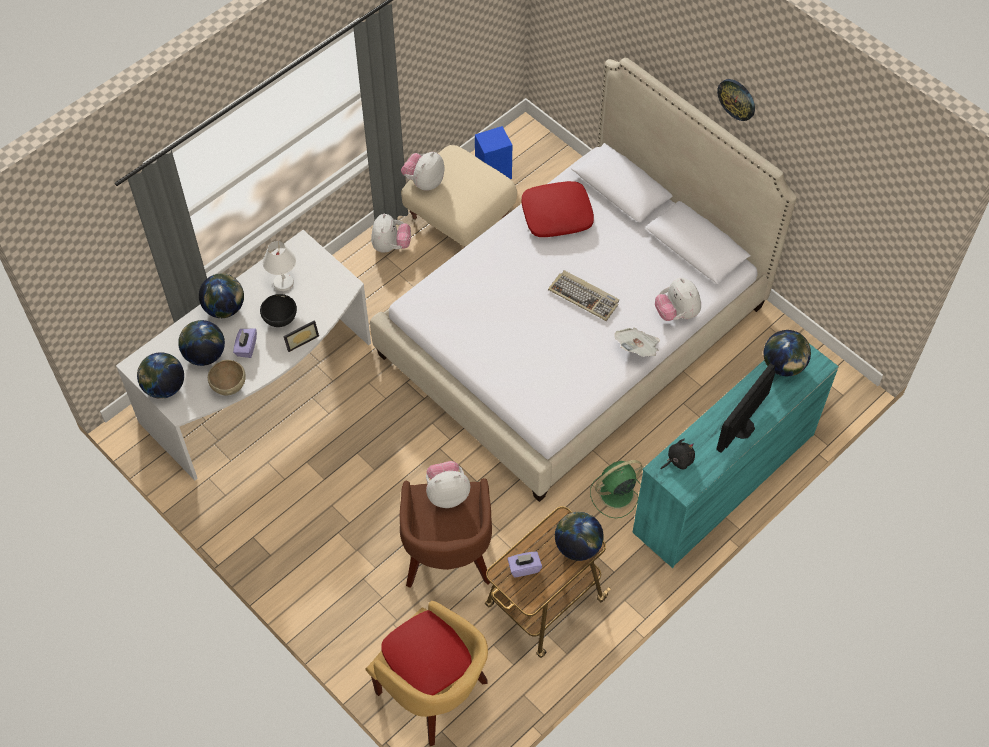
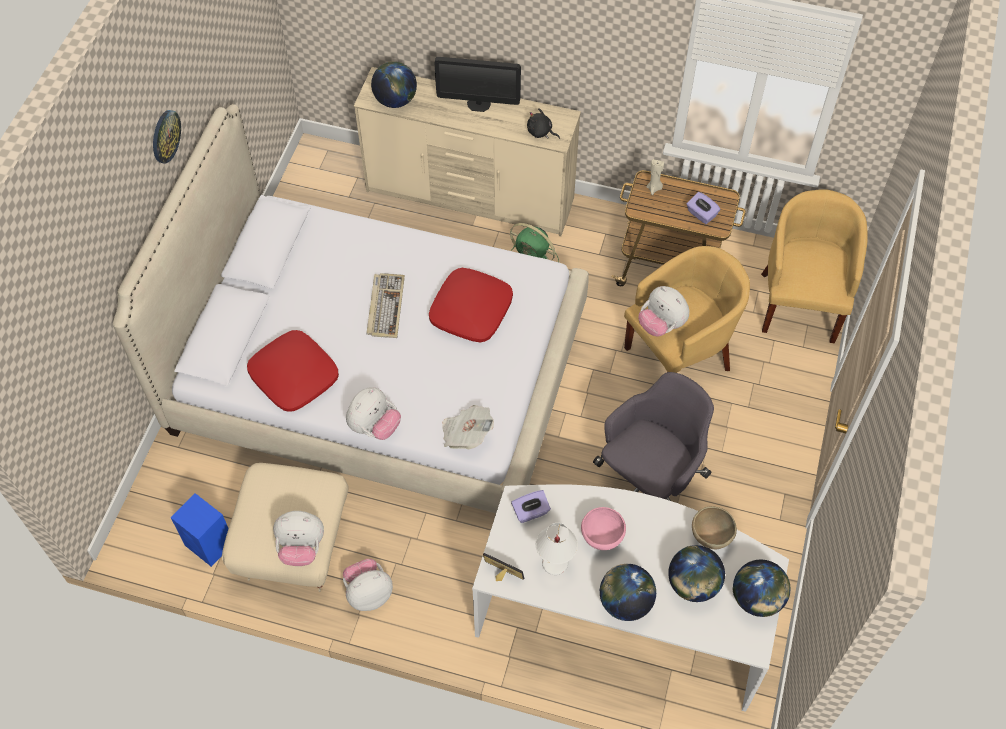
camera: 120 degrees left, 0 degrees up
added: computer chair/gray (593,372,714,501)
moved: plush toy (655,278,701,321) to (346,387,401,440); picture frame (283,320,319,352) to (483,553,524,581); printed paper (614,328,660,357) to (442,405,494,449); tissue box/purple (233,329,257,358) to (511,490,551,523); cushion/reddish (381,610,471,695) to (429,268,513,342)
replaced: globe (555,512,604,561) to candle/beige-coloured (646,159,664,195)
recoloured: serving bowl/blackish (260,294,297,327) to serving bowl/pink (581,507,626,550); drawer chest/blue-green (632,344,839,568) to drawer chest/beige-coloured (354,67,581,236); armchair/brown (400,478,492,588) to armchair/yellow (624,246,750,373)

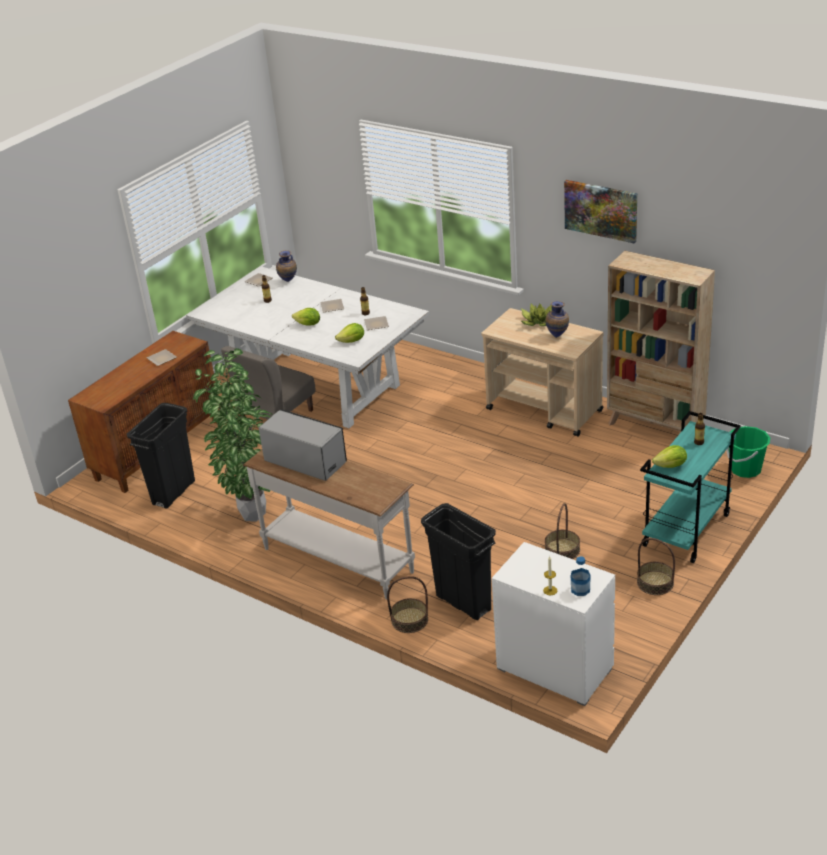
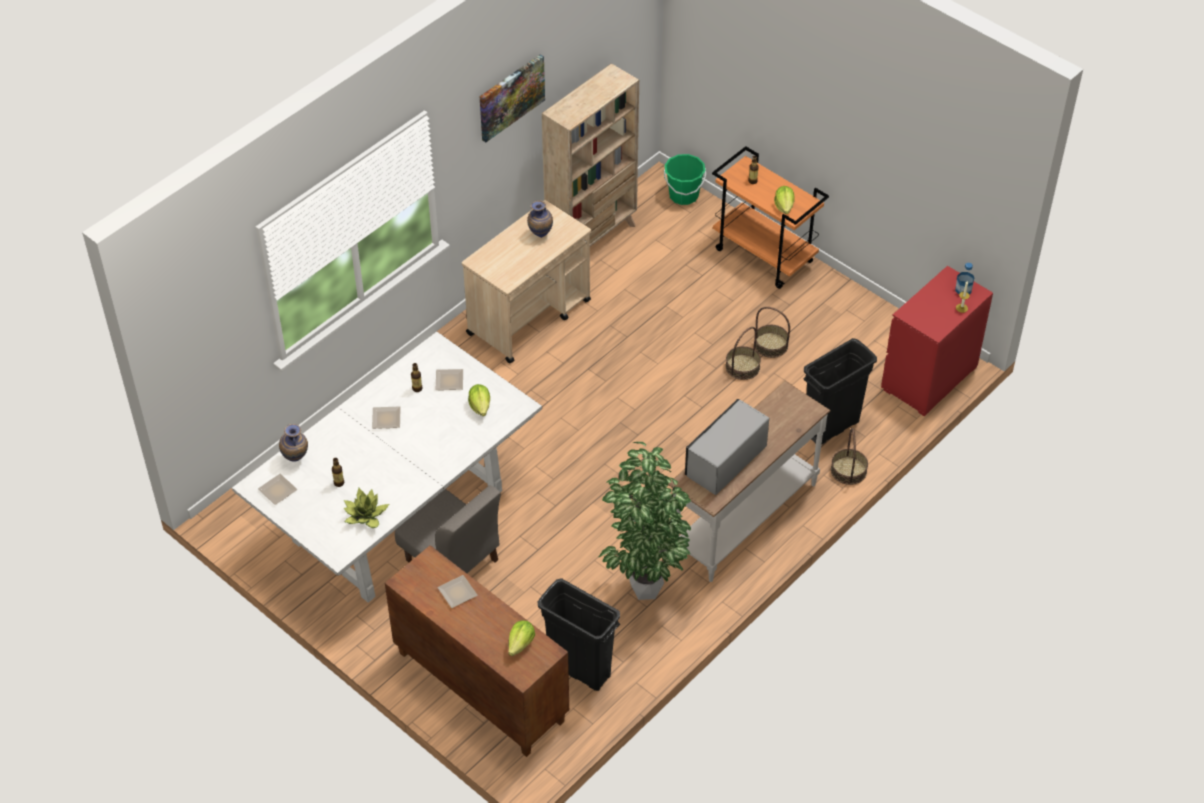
camera: 85 degrees left, 15 degrees up
moved: potted plant (521,304,552,326) to (344,488,389,528); head of lettuce (292,308,320,325) to (508,620,535,656); storage basket (637,538,675,595) to (726,327,761,380)
recoloured: wheeled cart/blue-green (640,411,741,563) to wheeled cart/orangey (712,146,829,289); drawer chest/whitish (492,542,615,706) to drawer chest/reddish (881,266,993,417)

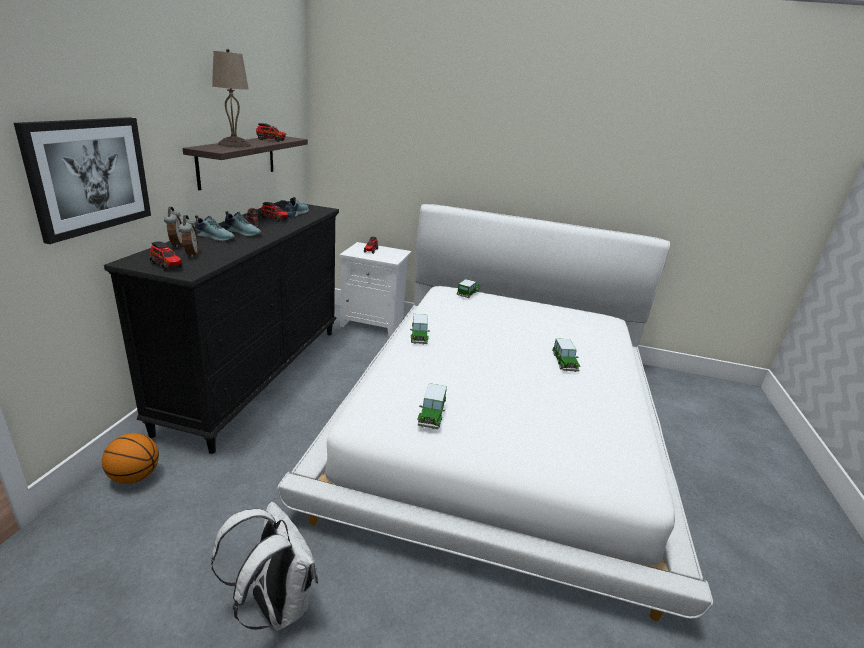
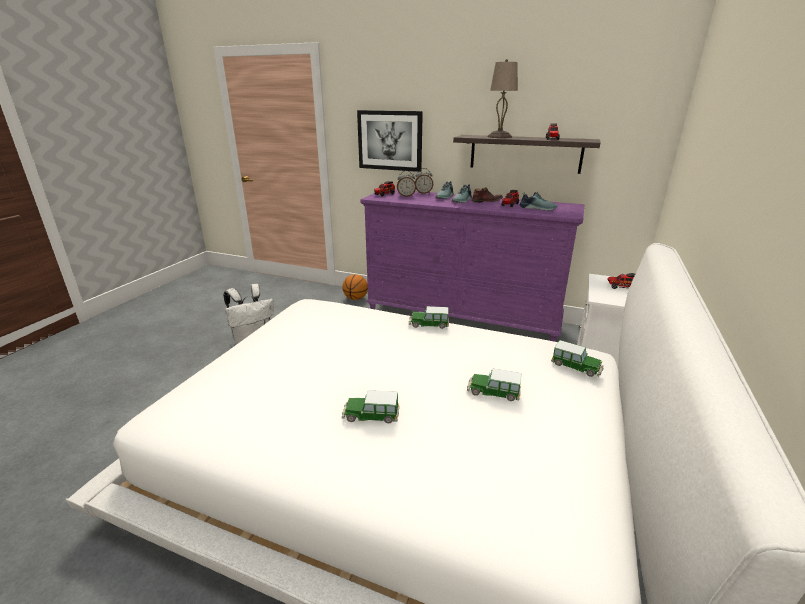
camera: 100 degrees right, 0 degrees up
moved: miniature car (418,383,447,430) to (467,369,522,401)
recoloured: drawer chest/blackish (104,200,339,454) to drawer chest/purple (360,189,584,342)

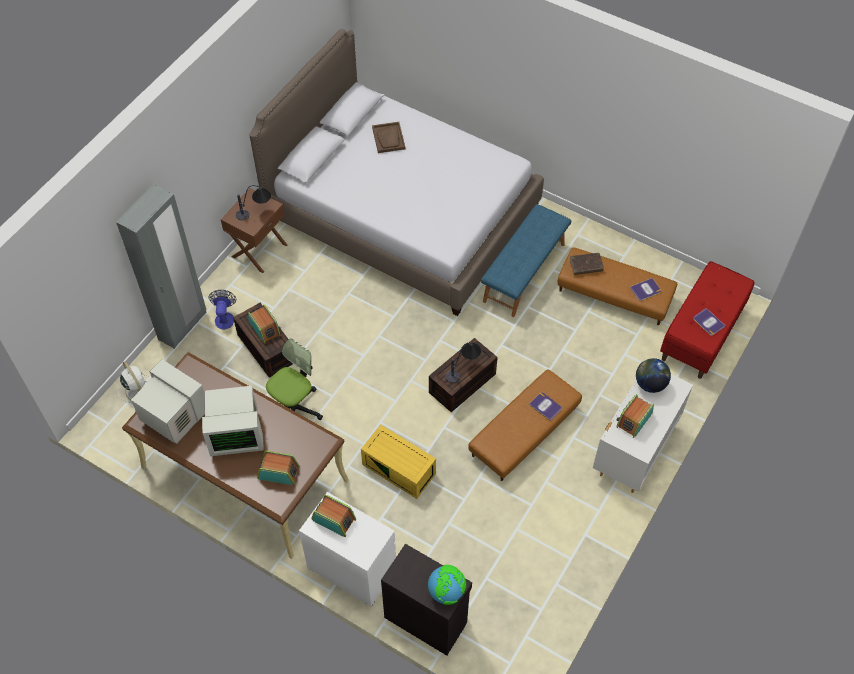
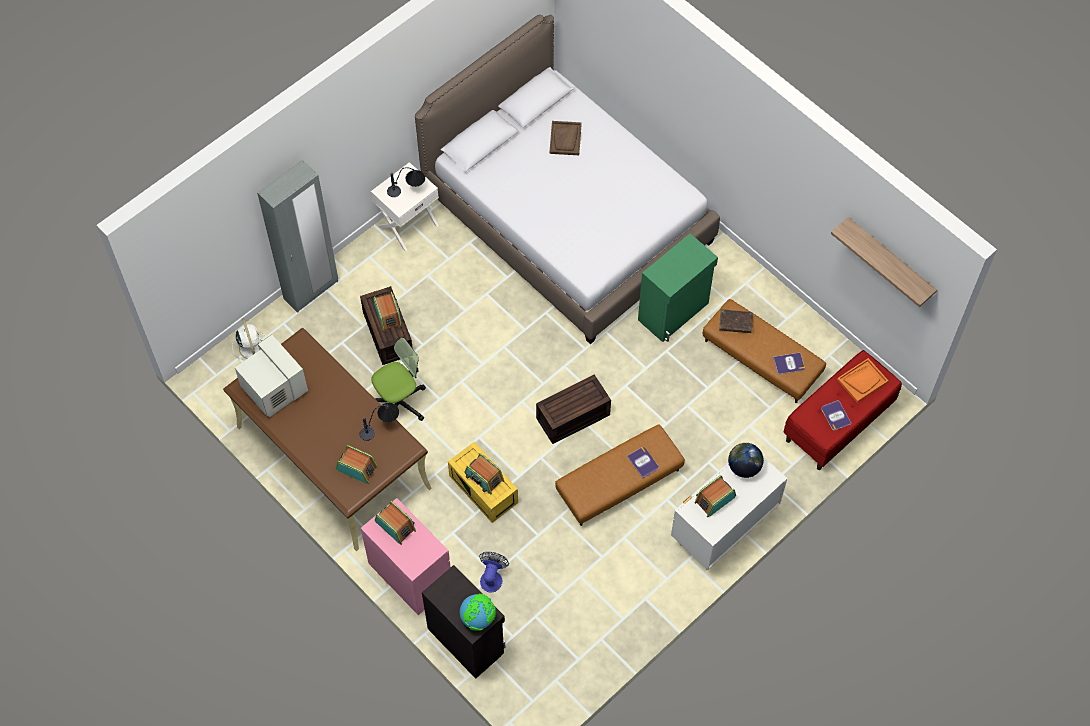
camera: 15 degrees right, 5 degrees up
removed: computer screen (202,386,264,456)
added: wall shelf (831,217,937,307); tray/orangey (837,358,889,403); radio (464,453,504,494)
moved: electric fan (209,290,236,329) to (479,552,509,592); tabletop lamp (445,342,481,383) to (359,403,399,441)
replaced: indoor bench/bluish (481,204,571,317) to cupboard/greenish (638,234,718,342)
recoloured: bedside table/brown (221,188,287,273) to bedside table/whitish (371,162,439,251); drawer chest/whitish (299,492,396,607) to drawer chest/pink (361,498,451,615)

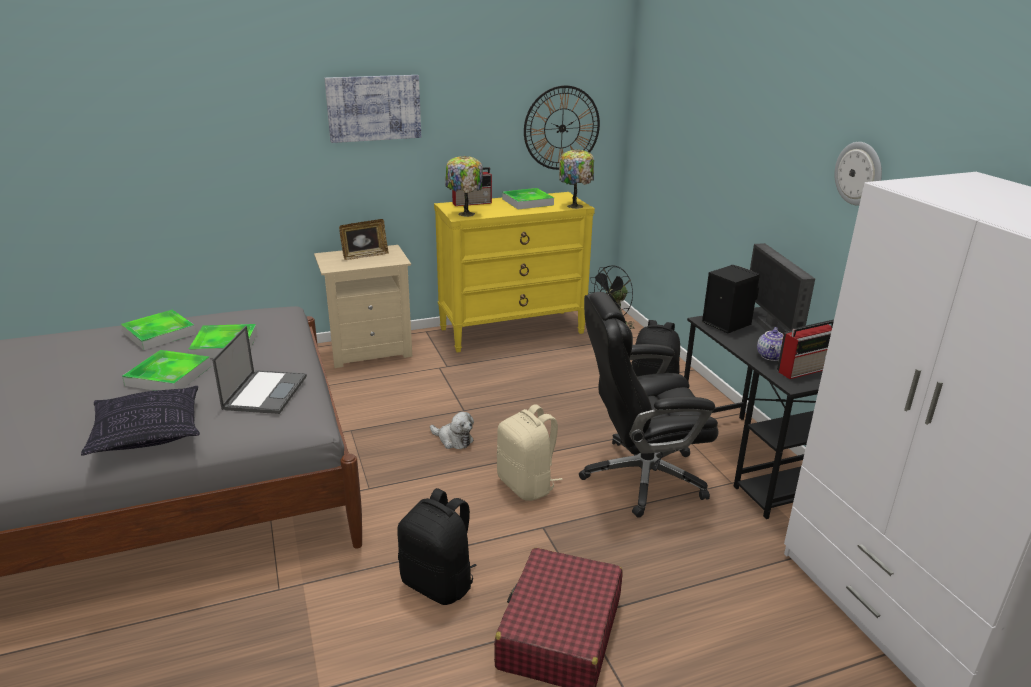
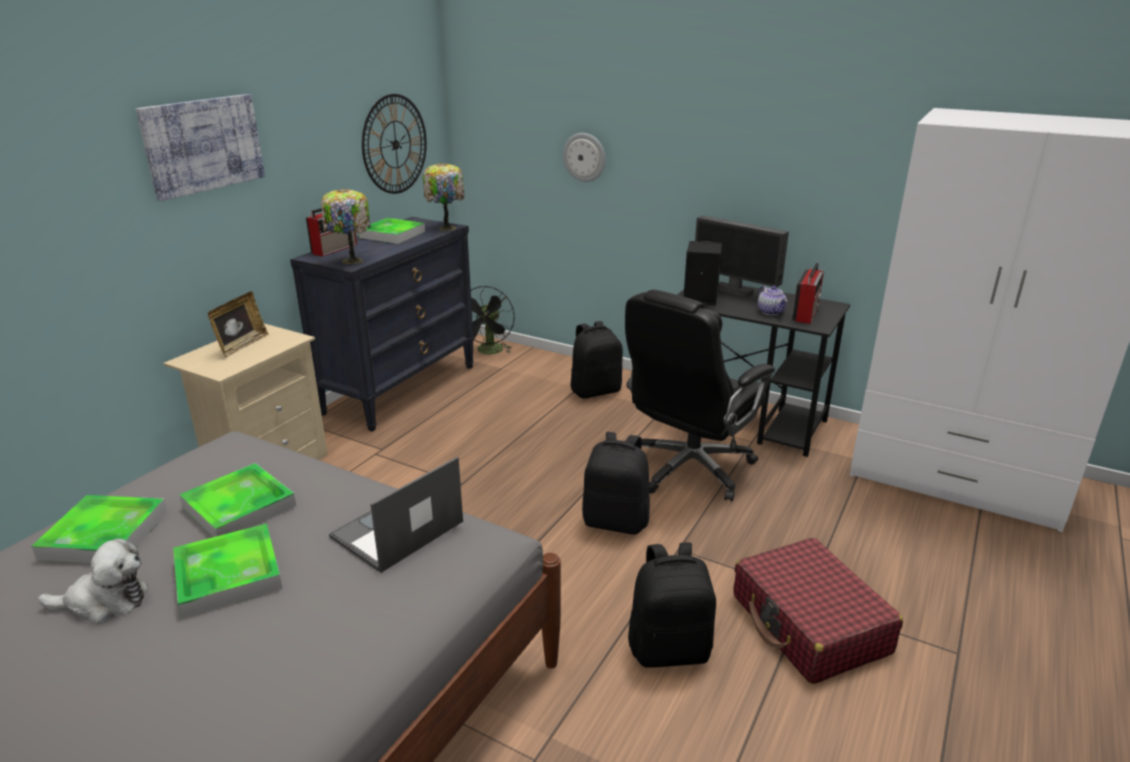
camera: 40 degrees left, 0 degrees up
removed: cushion (81,386,200,456)
moved: wall clock (834,142,882,205) to (563,133,606,182); plush toy (430,412,474,449) to (38,539,148,624)
recoloured: drawer chest/yellow (434,192,595,352) to drawer chest/blackish (290,217,475,432); backpack/beige-coloured (497,404,563,501) to backpack/blackish (582,432,650,535)
turned: laptop (212,326,307,414) = (329,457,463,573) 105 degrees counterclockwise

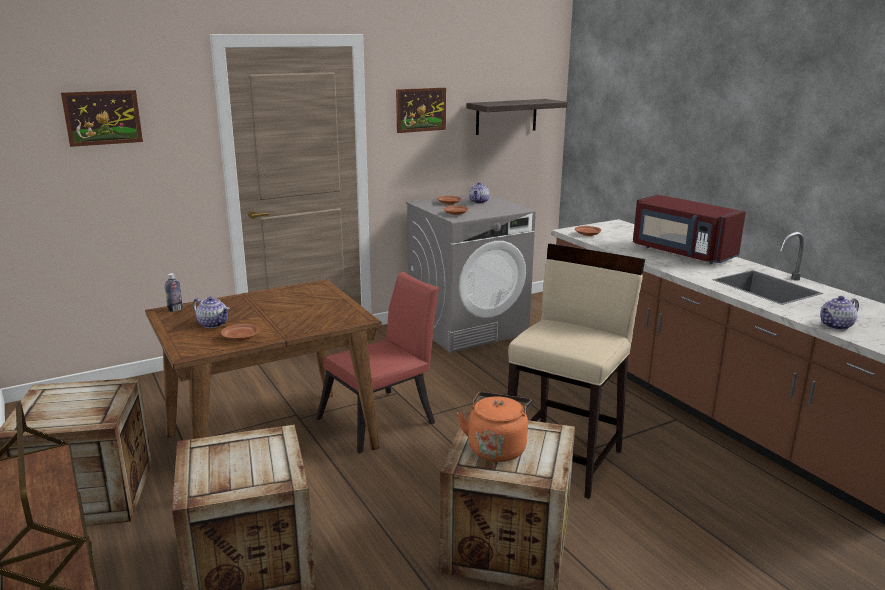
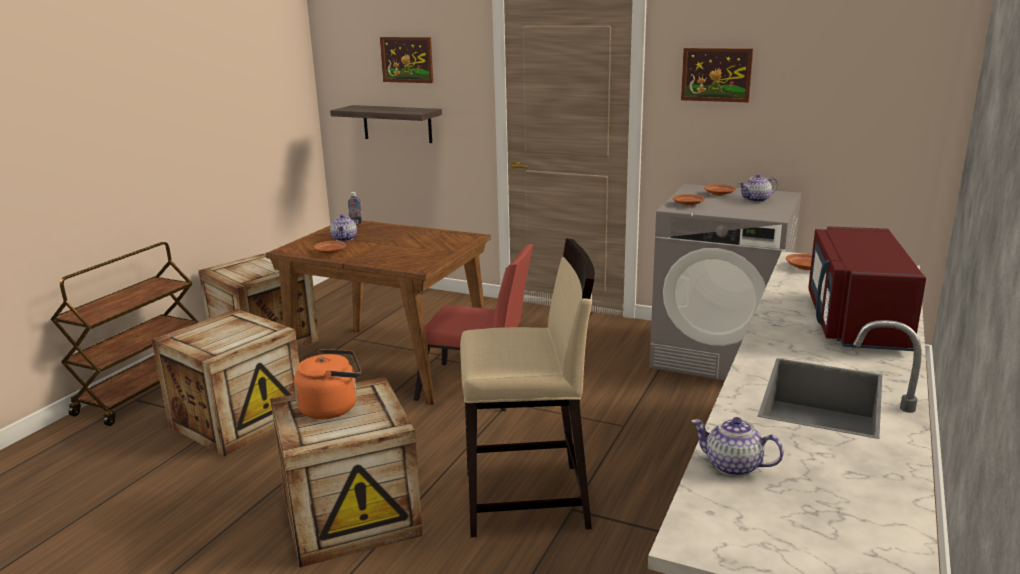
camera: 55 degrees right, 0 degrees up
moved: wall shelf (466,99,567,135) to (330,105,442,143)

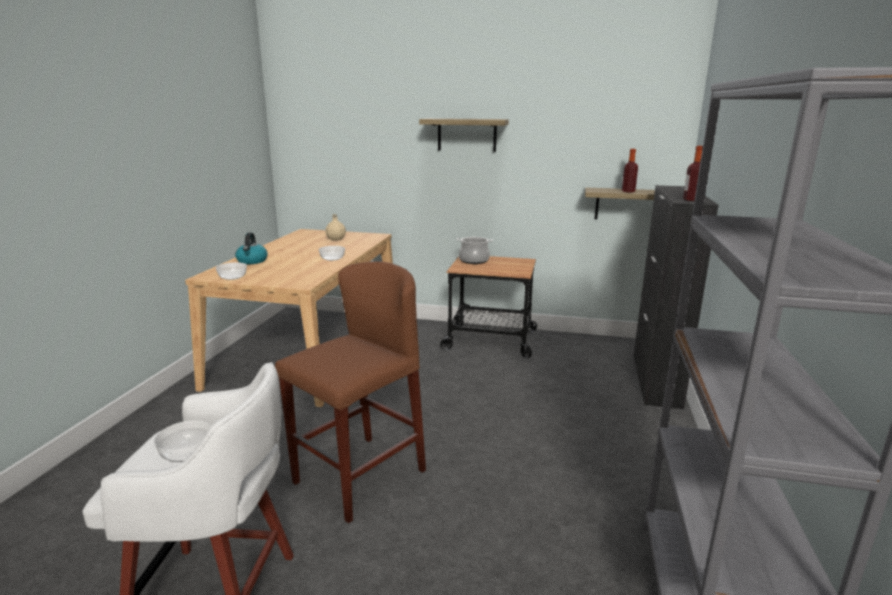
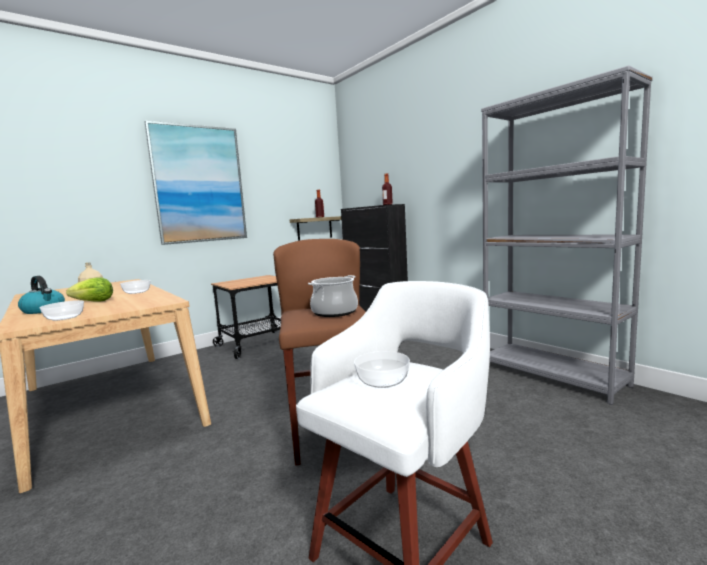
camera: 50 degrees left, 10 degrees down
added: head of lettuce (66,277,113,301)
moved: saucepot (457,237,493,264) to (308,275,358,317)
replaced: wall shelf (419,118,509,152) to wall art (144,121,247,245)

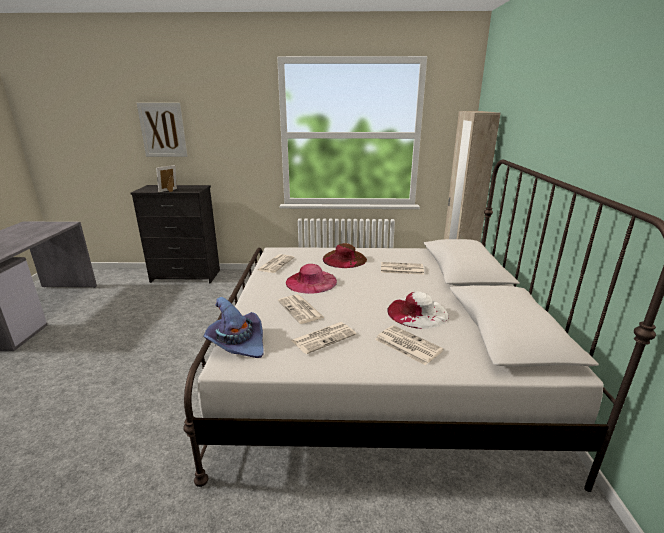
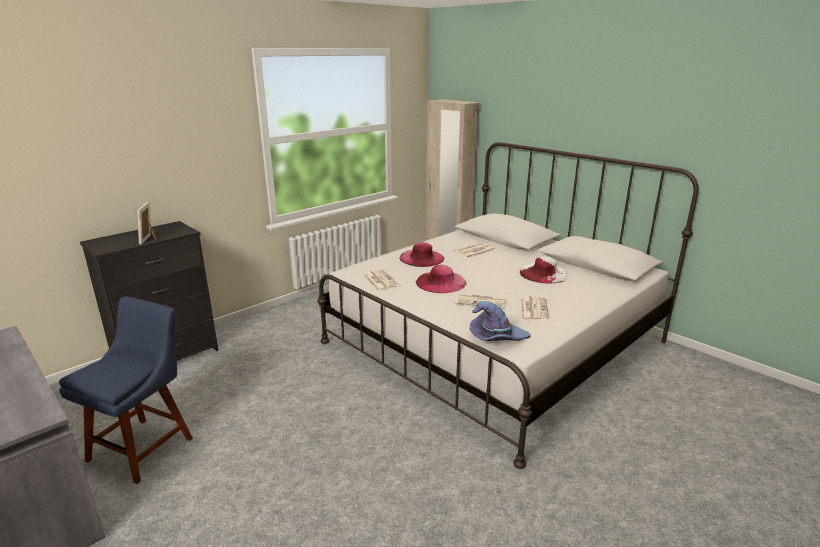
camera: 45 degrees left, 0 degrees up
removed: wall art (137,103,188,157); printed paper (375,325,444,365)
added: plain chair/bluish (59,296,193,484)
recoloured: clothing hat/brown (323,243,367,268) to clothing hat/pink (399,242,444,267)

